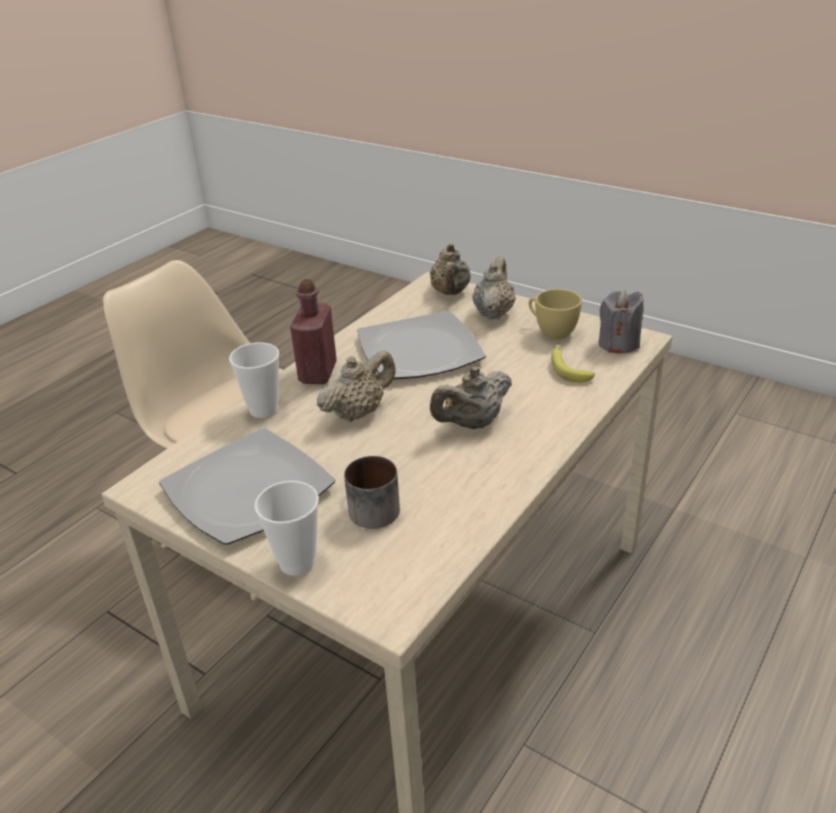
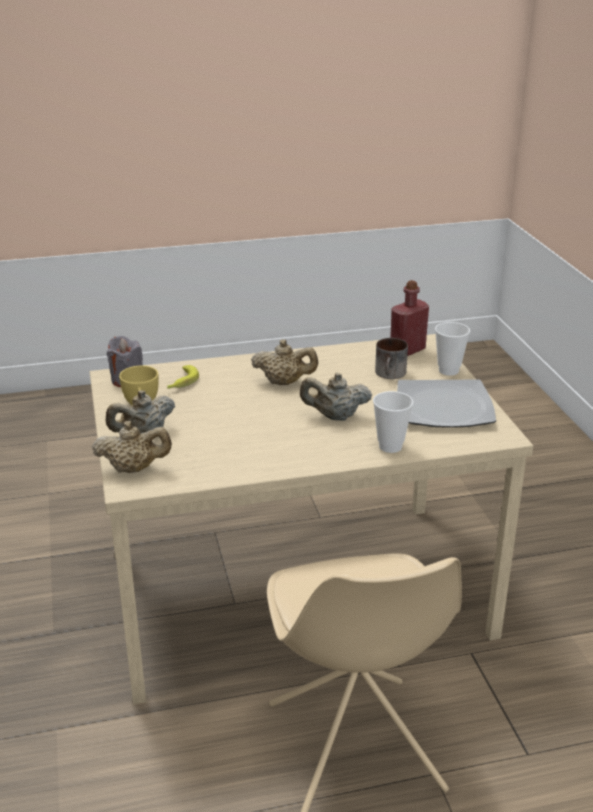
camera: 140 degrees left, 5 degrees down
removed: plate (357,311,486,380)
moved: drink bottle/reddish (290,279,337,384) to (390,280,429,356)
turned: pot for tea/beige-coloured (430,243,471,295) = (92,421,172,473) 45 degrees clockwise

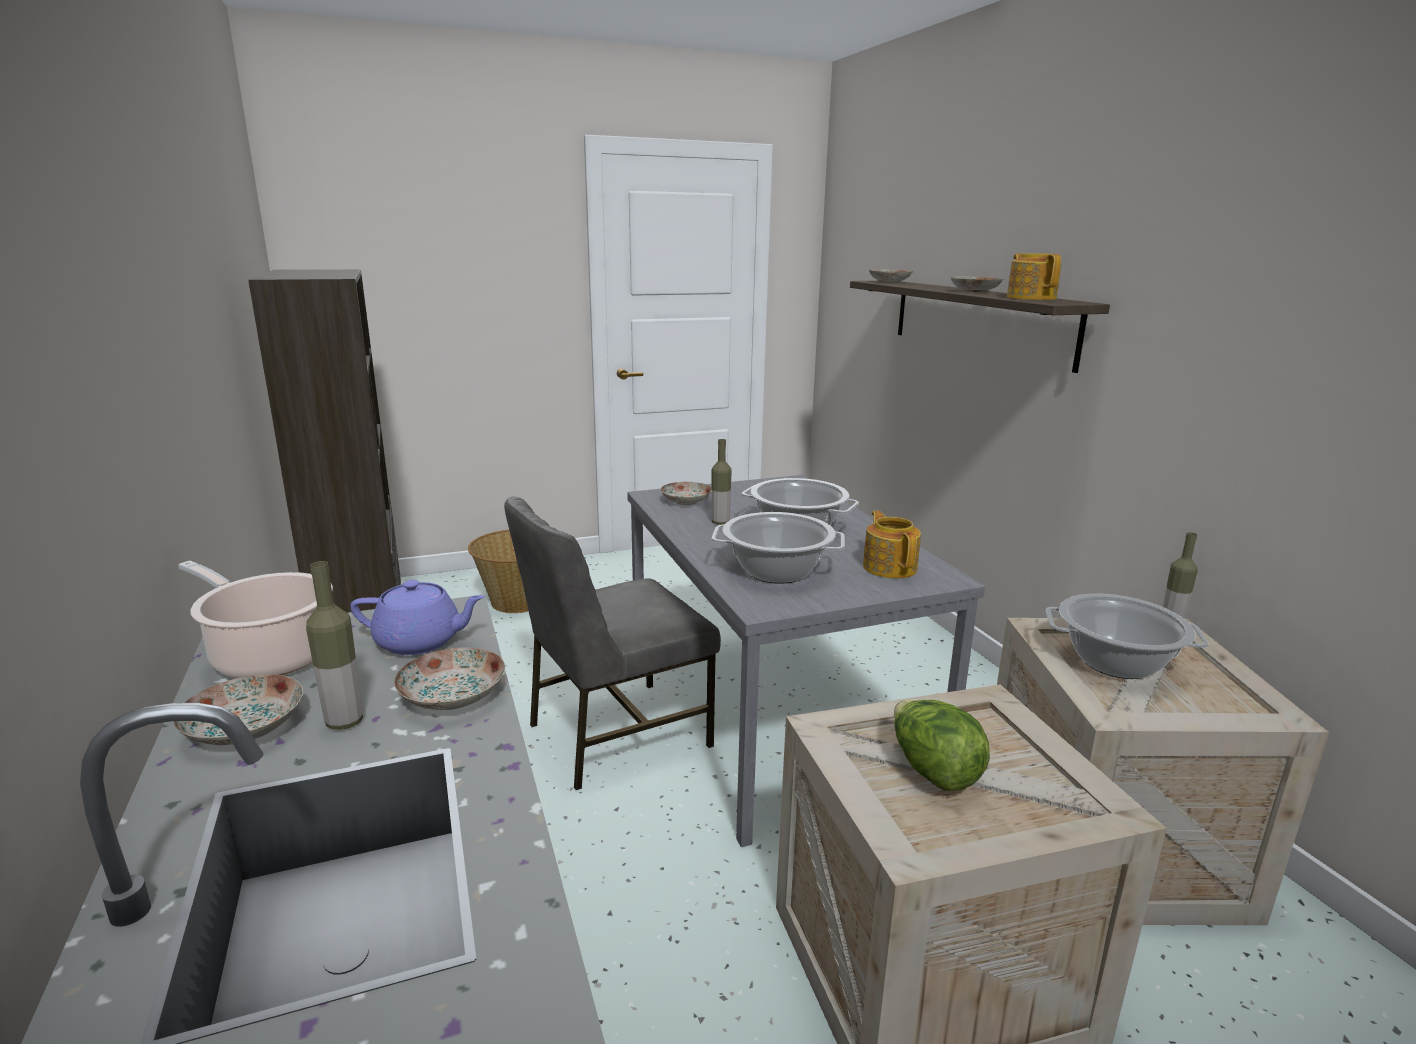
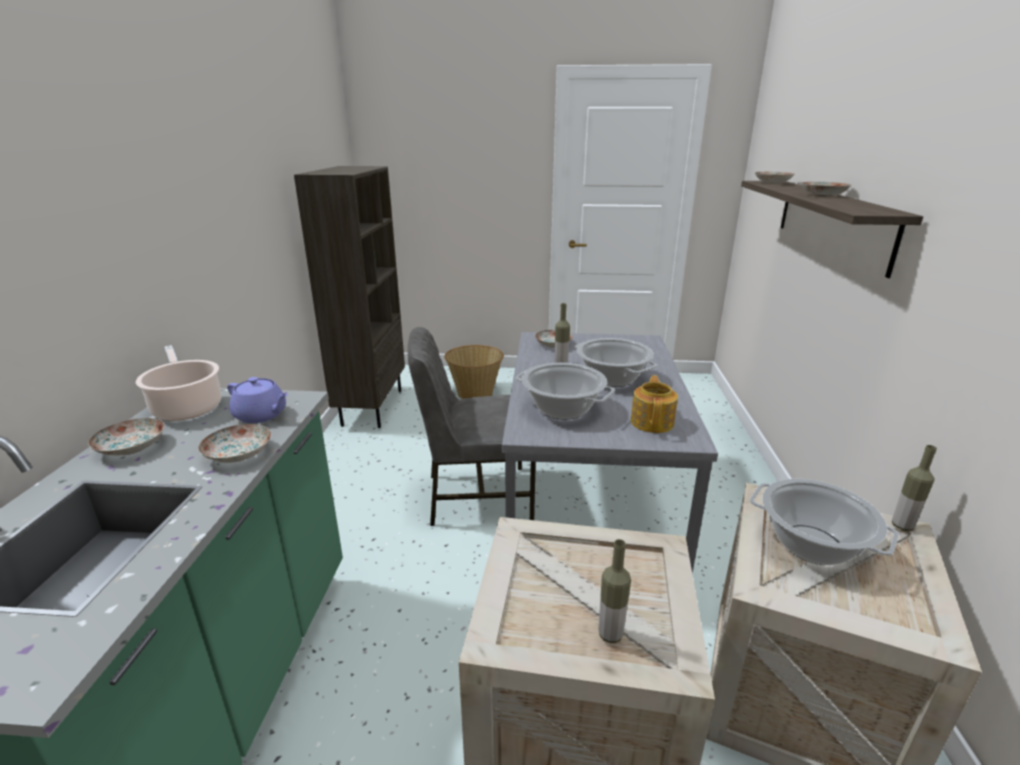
camera: 25 degrees right, 5 degrees up
removed: pot for tea (1007,253,1062,300); head of lettuce (894,700,990,791)
moved: drink bottle (306,561,363,730) to (598,539,631,643)

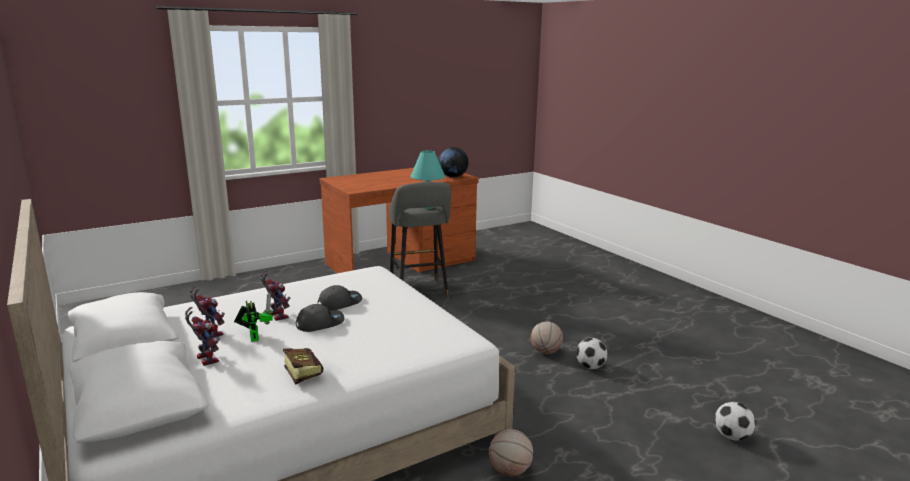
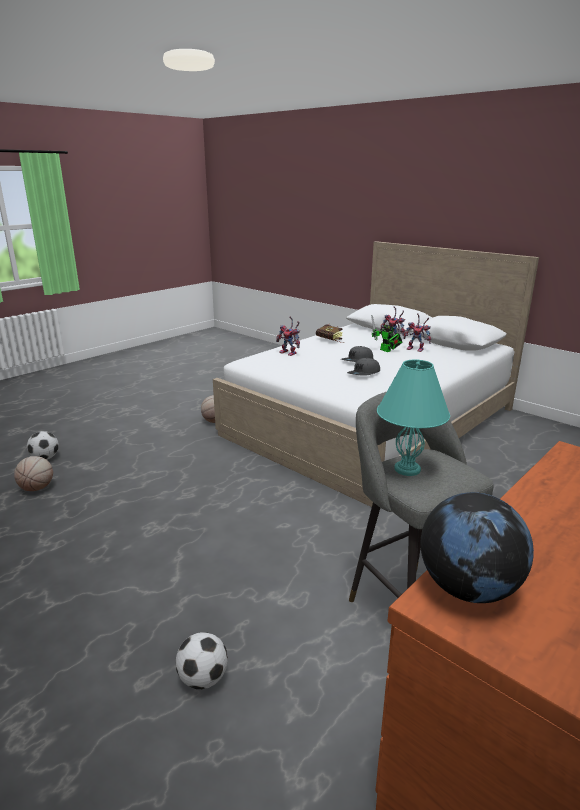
camera: 165 degrees right, 5 degrees up
moved: toy robot (261,270,290,321) to (276,316,300,356); basketball ball (530,321,563,354) to (14,456,53,491); ball for football (576,338,608,369) to (176,632,228,689)

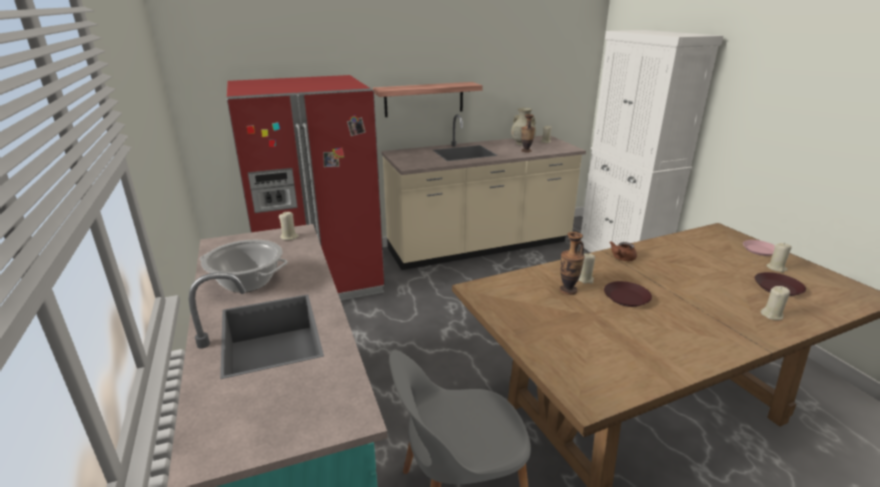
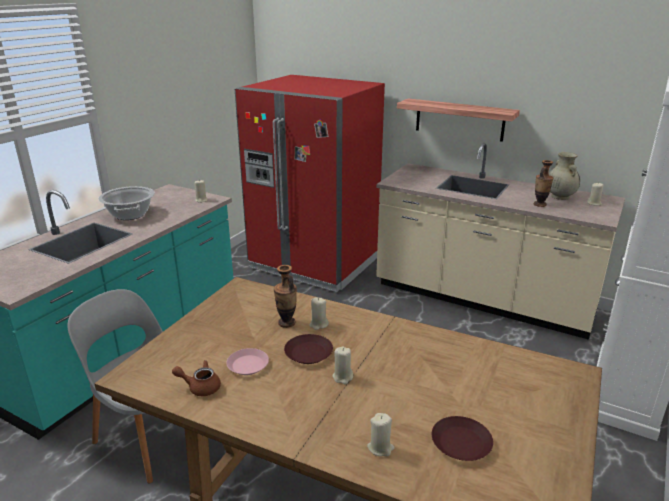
camera: 50 degrees right, 0 degrees up
moved: plate/pink (743,240,775,256) to (226,348,269,375); pot for tea/brown (609,241,637,261) to (172,360,221,396); candle/beige-coloured (766,243,792,272) to (333,346,353,384)

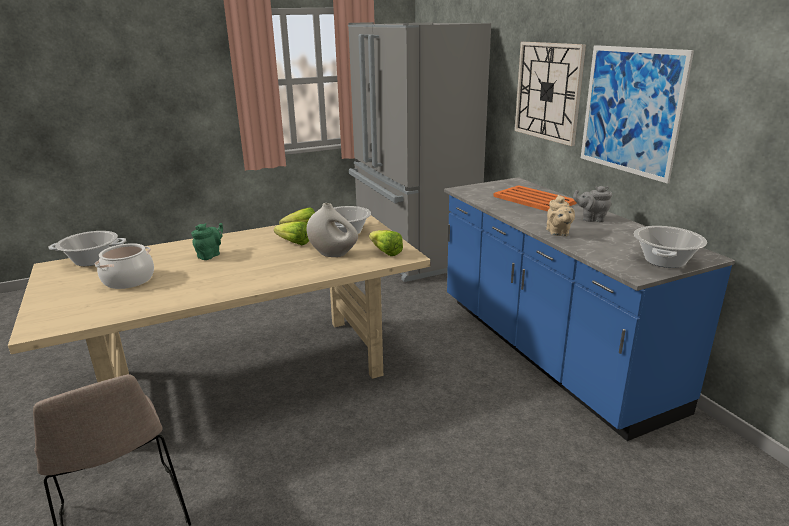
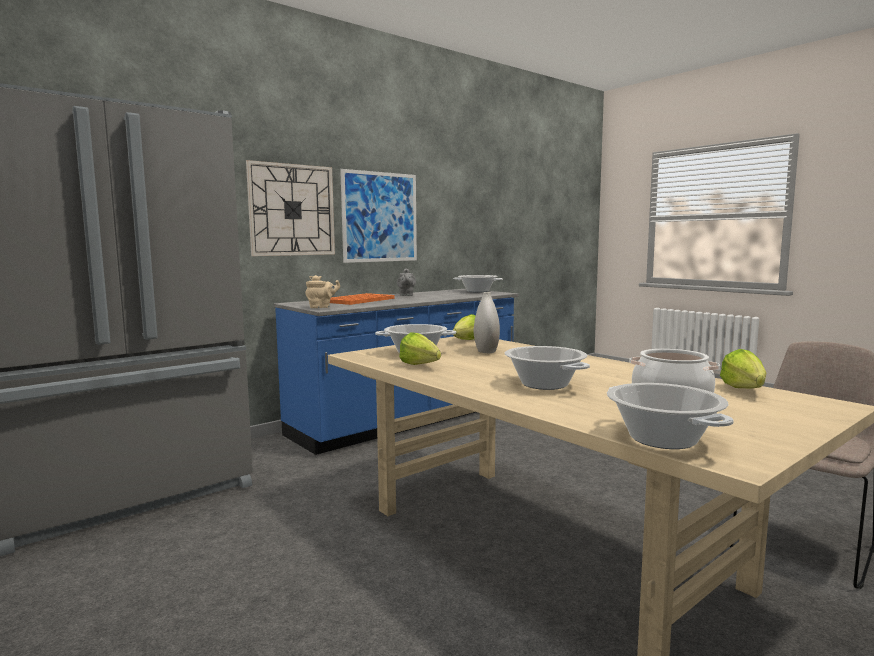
camera: 105 degrees left, 15 degrees down
moved: pot for tea/beige-coloured (546,195,575,236) to (305,275,340,308); head of lettuce (274,221,309,245) to (720,349,767,388)
replaced: pot for tea/greenish (191,223,223,260) to saucepot (505,346,590,390)

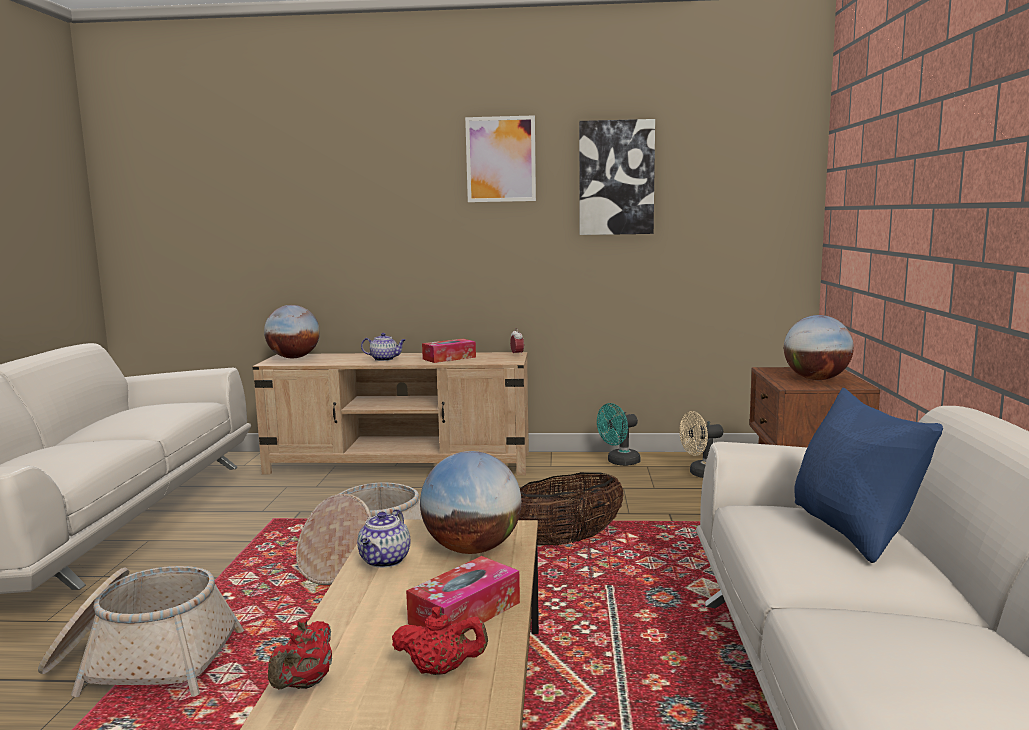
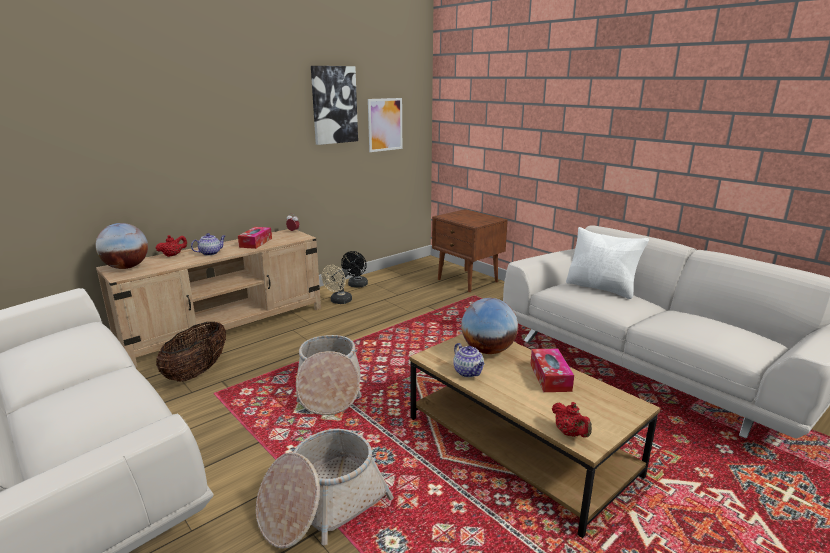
camera: 45 degrees left, 10 degrees up
removed: globe (784,315,854,380)
moved: wall art (465,115,536,202) to (368,98,402,152); electric fan/beige-coloured (679,411,723,478) to (322,265,352,304); storage basket (518,472,624,546) to (156,322,226,382); pot for tea/reddish (392,606,488,675) to (156,235,187,257)
recoloured: cushion/bluish (794,388,943,563) to cushion/whitish (566,227,649,299); electric fan/blue-green (597,403,641,466) to electric fan/blackish (341,251,368,287)

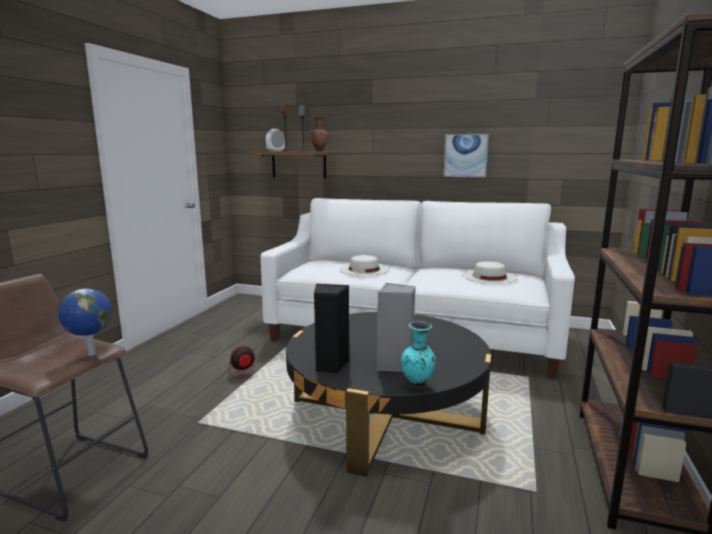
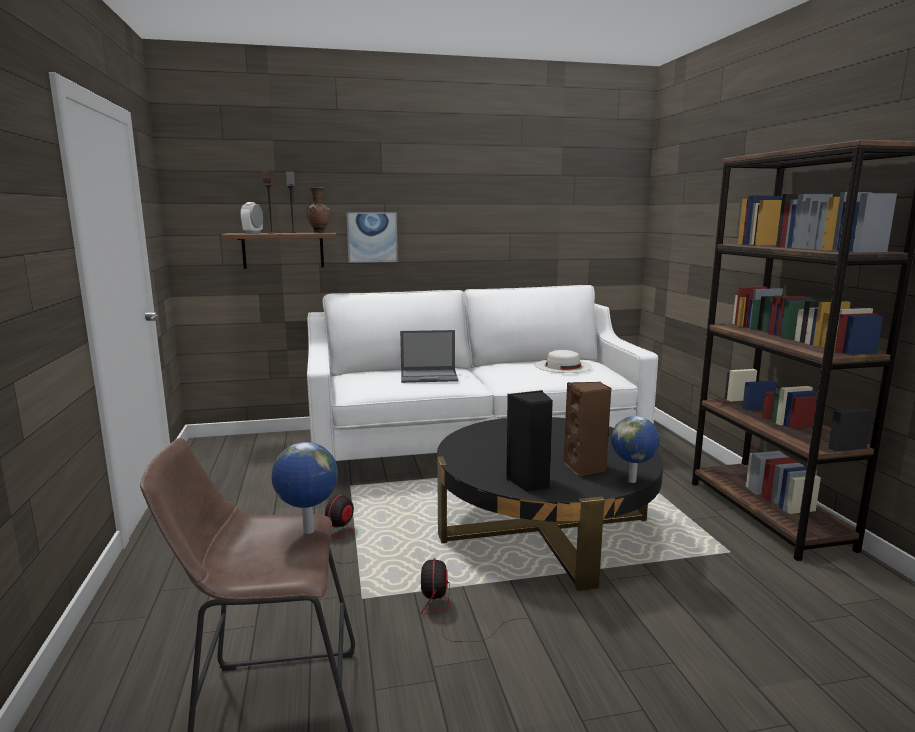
camera: 30 degrees left, 0 degrees up
added: electric fan (421,558,529,642)
moved: wall art (443,134,489,177) to (346,212,398,263)
replaced: clothing hat/whitish (339,255,389,276) to laptop (400,330,458,383); vase/blue-green (401,321,436,390) to globe (611,416,660,483)
recoloured: audio speaker/gray (377,283,416,372) to audio speaker/brown (563,382,611,477)

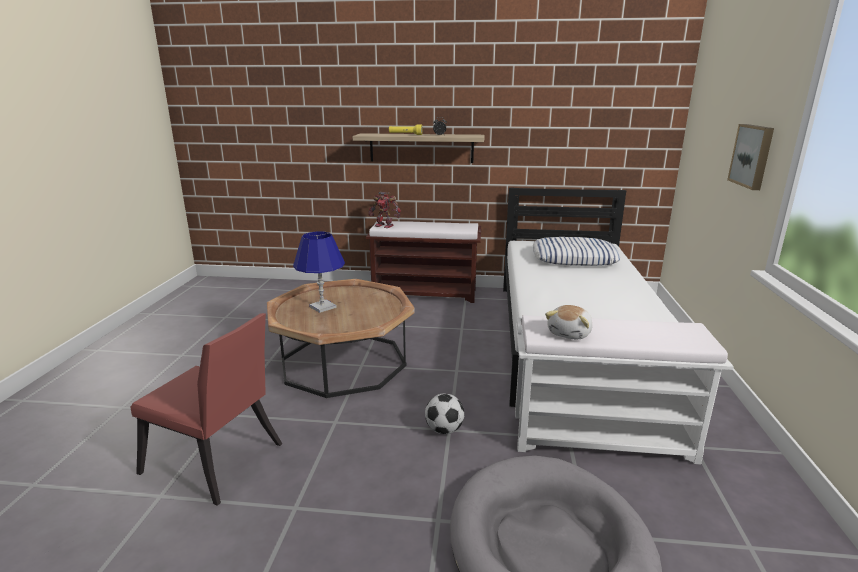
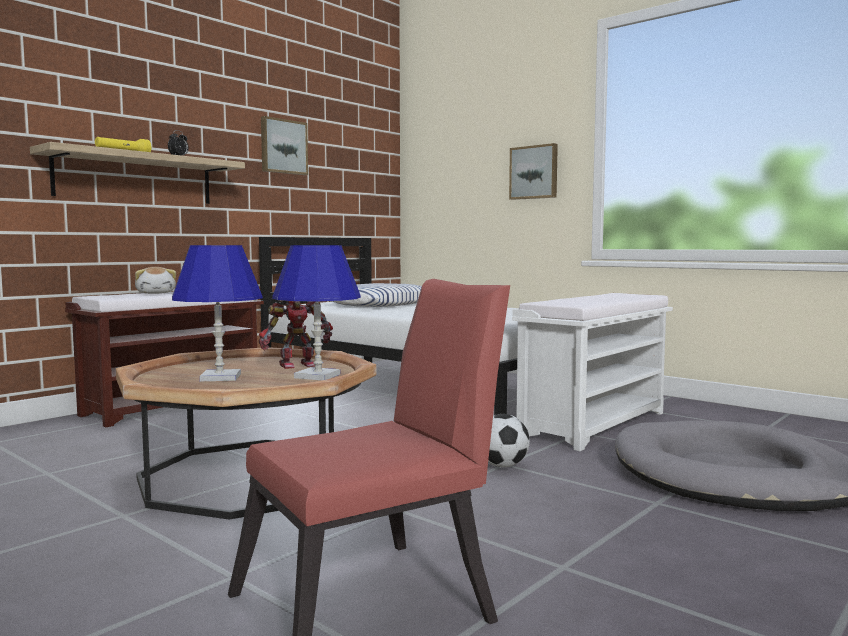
camera: 55 degrees left, 15 degrees down
added: wall art (261,116,308,175); tabletop lamp/bluish (272,245,361,380)
moved: toy robot (369,192,401,228) to (259,300,333,369); plush toy (545,305,593,340) to (135,267,176,294)

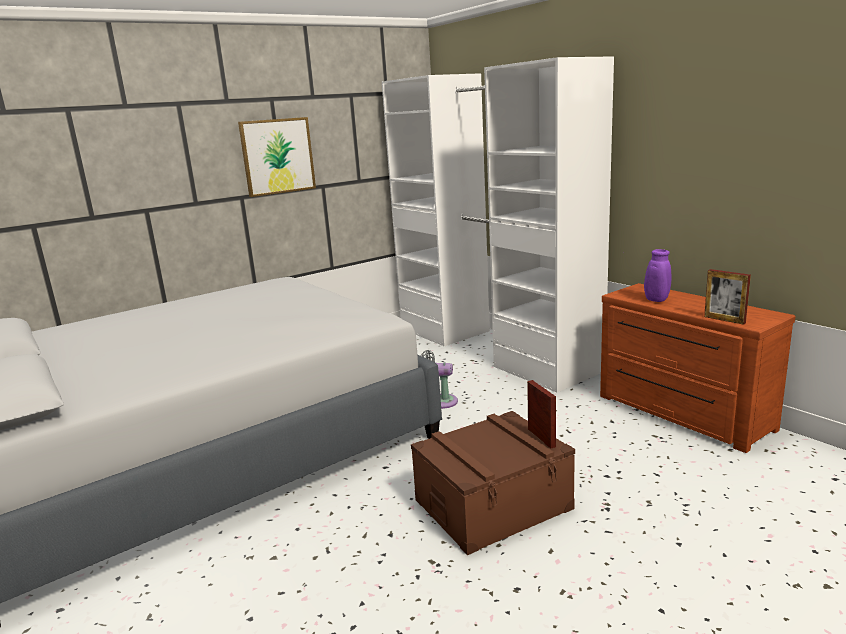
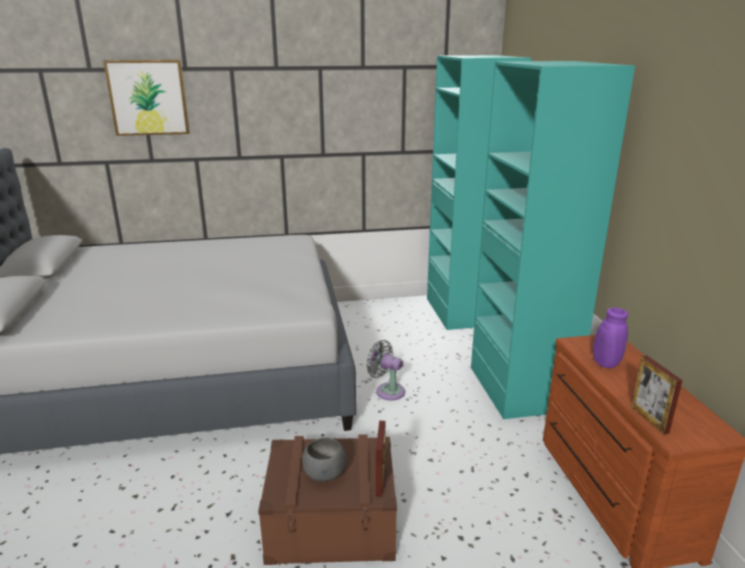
camera: 25 degrees right, 5 degrees up
added: serving bowl/gray (302,437,346,481)
moved: wall art (238,117,316,197) to (103,60,190,136)
recoloured: wardrobe/whitish (382,56,614,392) to wardrobe/blue-green (427,55,635,419)

